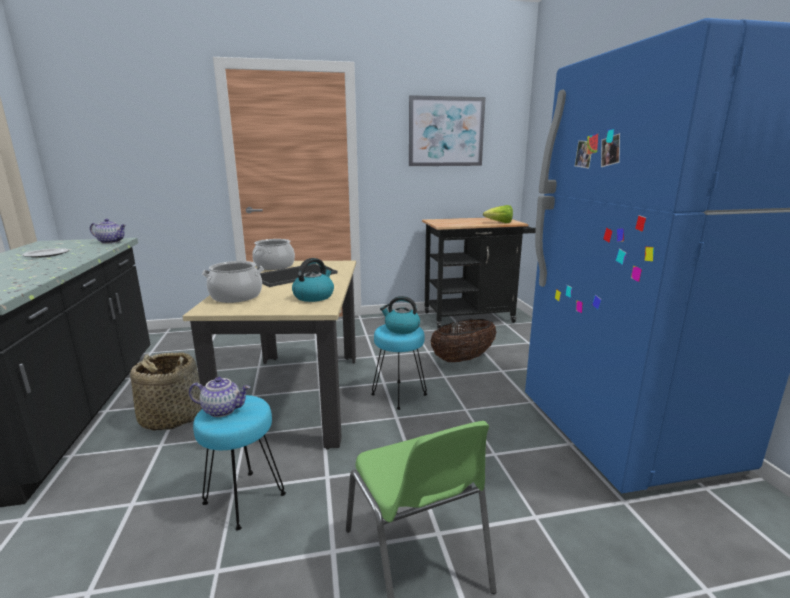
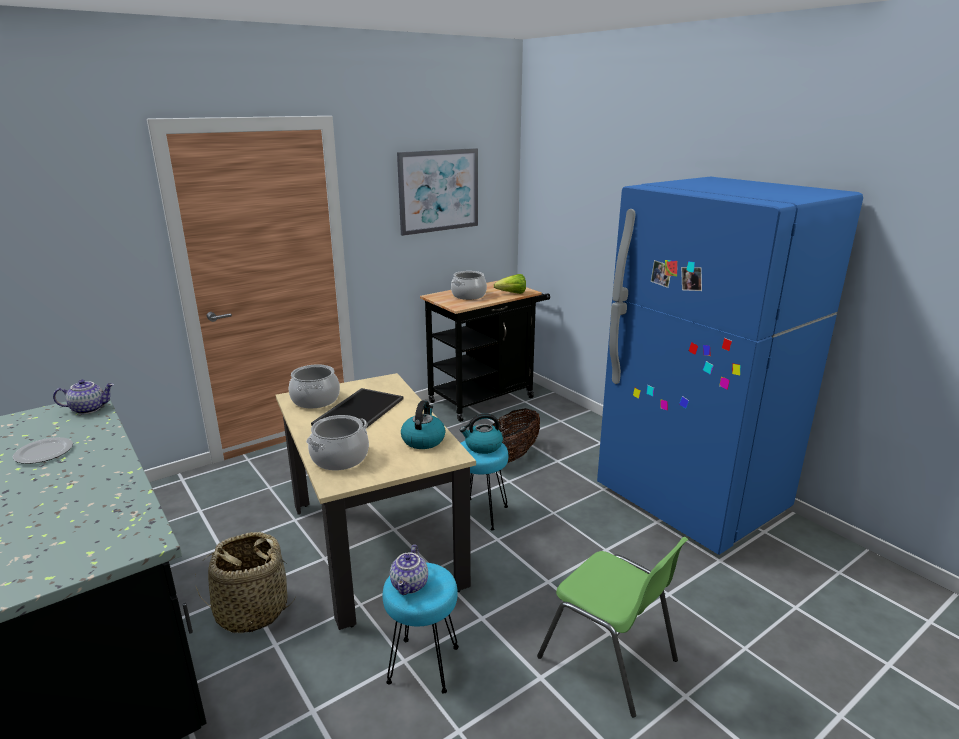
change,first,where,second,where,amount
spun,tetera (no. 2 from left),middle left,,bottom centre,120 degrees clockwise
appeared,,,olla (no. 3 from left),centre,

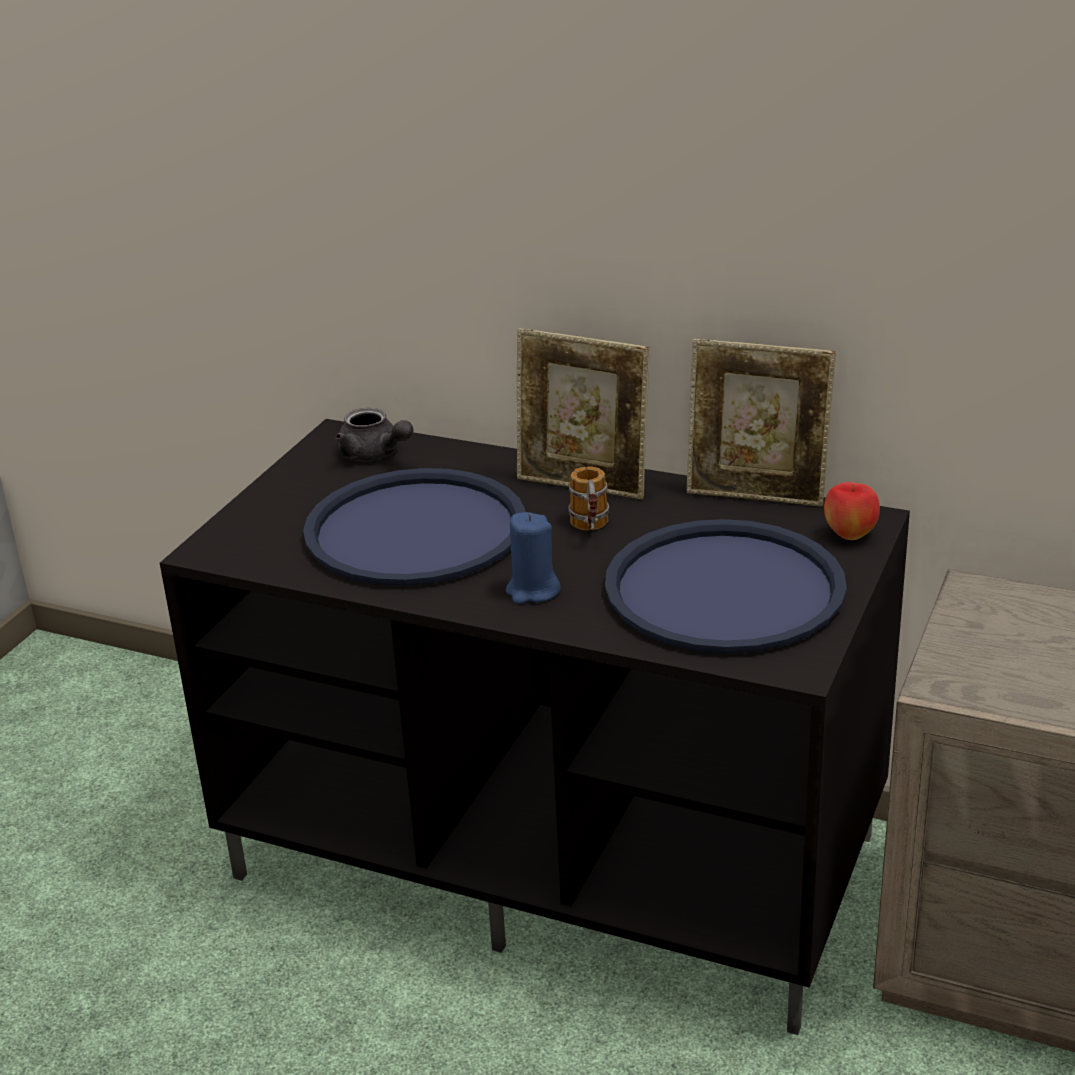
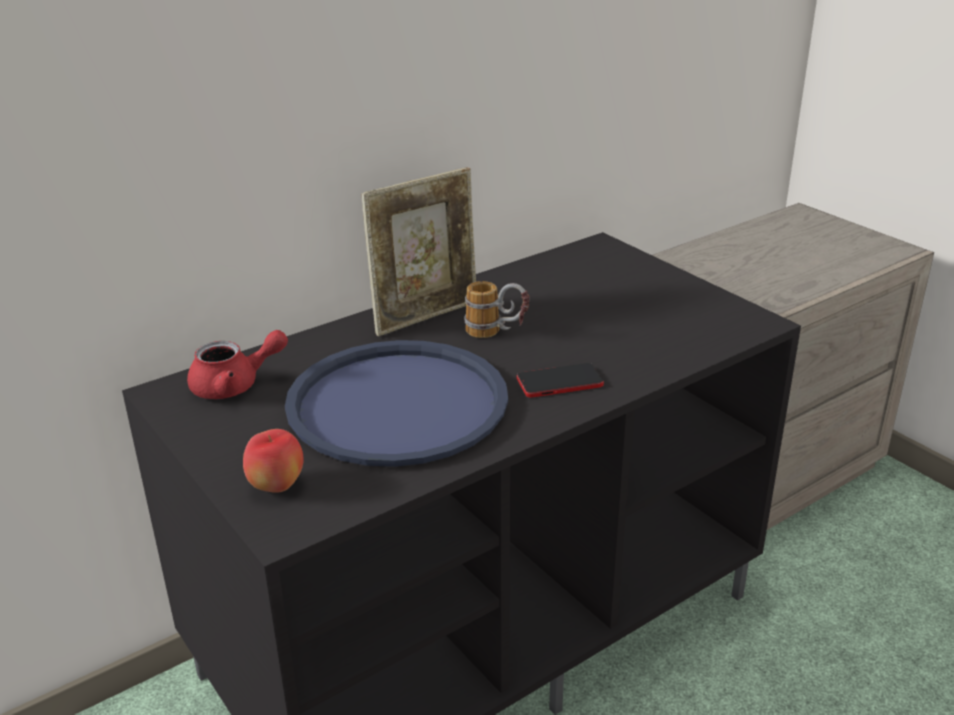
change,first,where,second,where,amount
colour,tetera [gris],centre,tetera [rojo],middle left,
relocated,manzana,middle right,,middle left,
exchanged,vela [azul],centre,móvil,centre,
missing,bandeja [azul] (no. 2 from left),middle right,,,
missing,portarretratos (no. 2 from left),middle right,,,

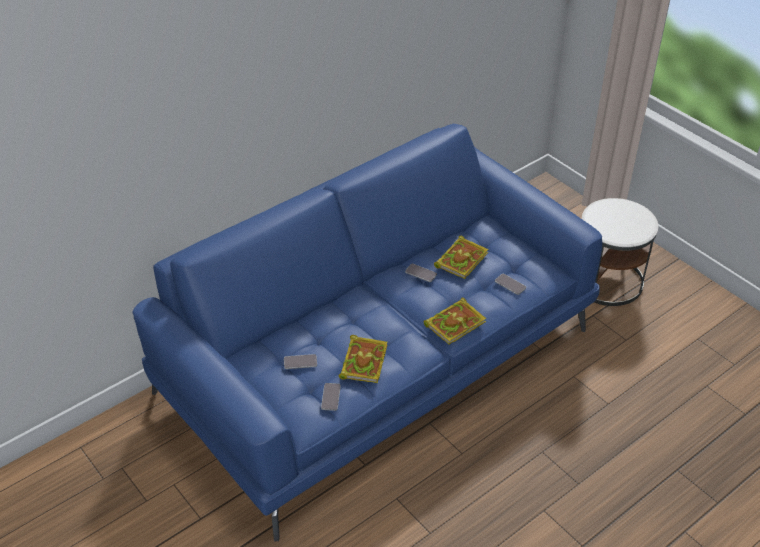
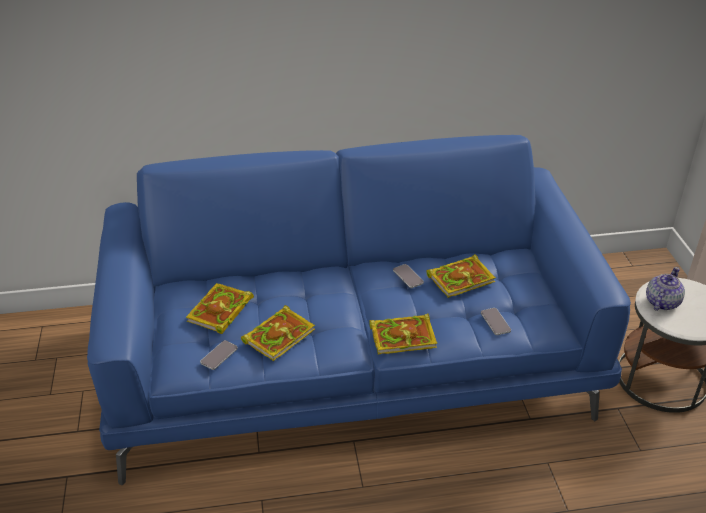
change,first,where,second,where,amount
exchanged,móvil (no. 1 from left),centre,libro (no. 1 from left),middle left,
appeared,,,tetera,middle right,

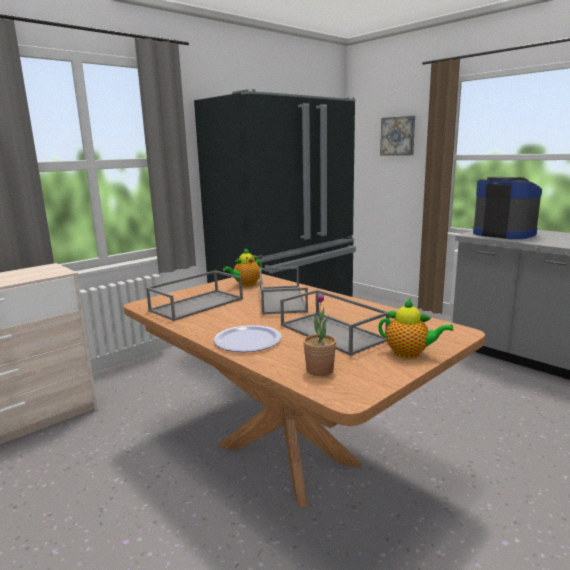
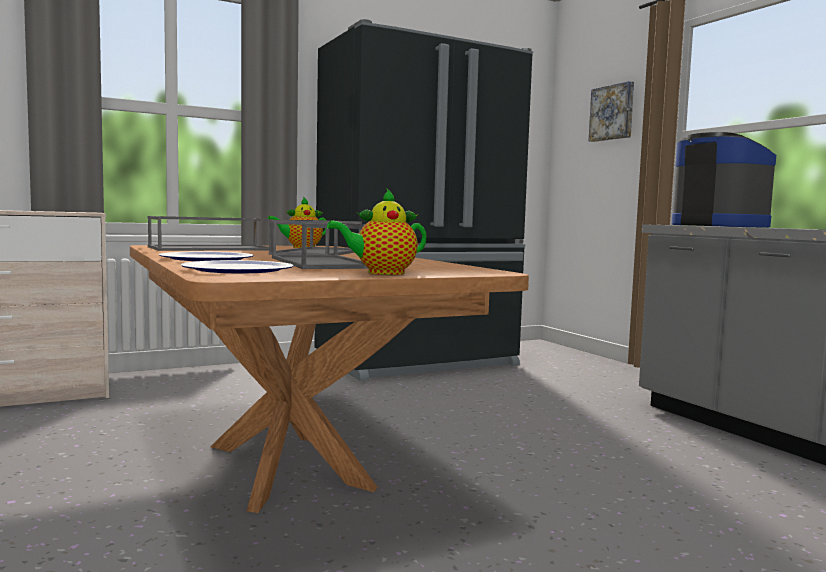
change,first,where,second,where,amount
exchanged,planta en maceta,centre,plato (no. 2 from left),middle left,
spun,tetera (no. 2 from left),middle right,,centre,120 degrees clockwise

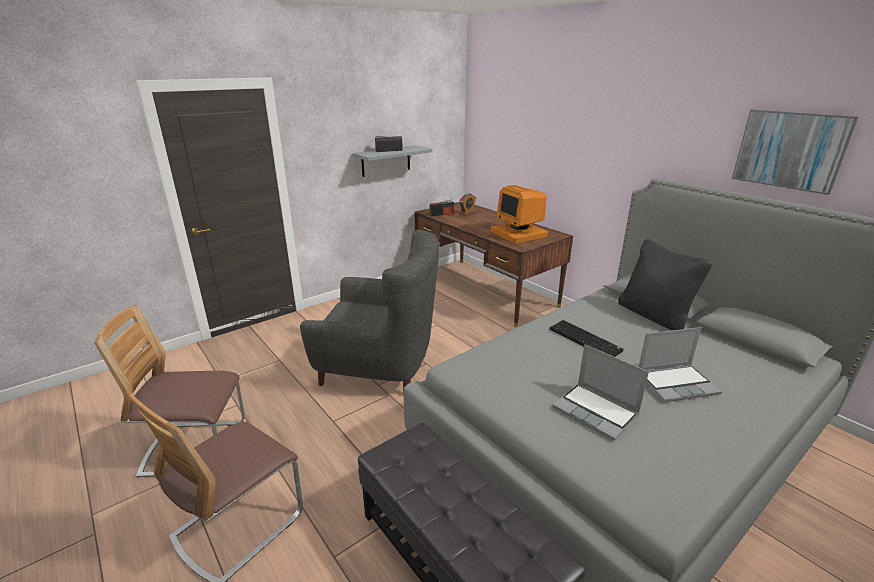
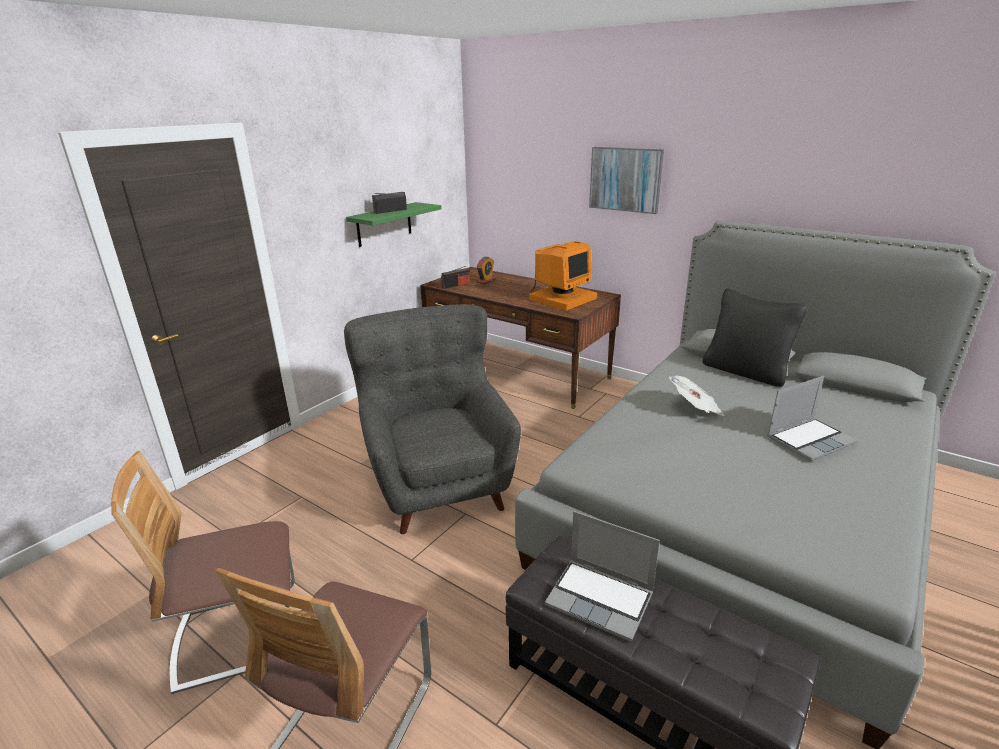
change,first,where,second,where,amount
spun,sillón [gris],centre,,centre,105 degrees counterclockwise
colour,estante [gris],top centre,estante [verde],top centre,
spun,monitor,centre,,centre,90 degrees counterclockwise
relocated,portátil (no. 1 from left),bottom right,,bottom centre,
relocated,cuadro,top right,,top centre,
exchanged,teclado,middle right,periódico,middle right,

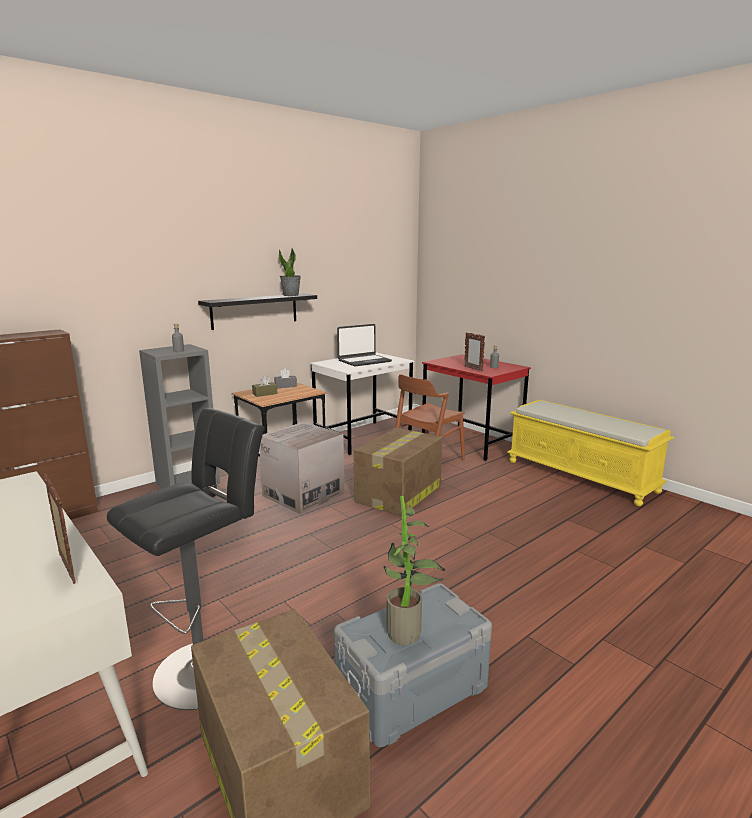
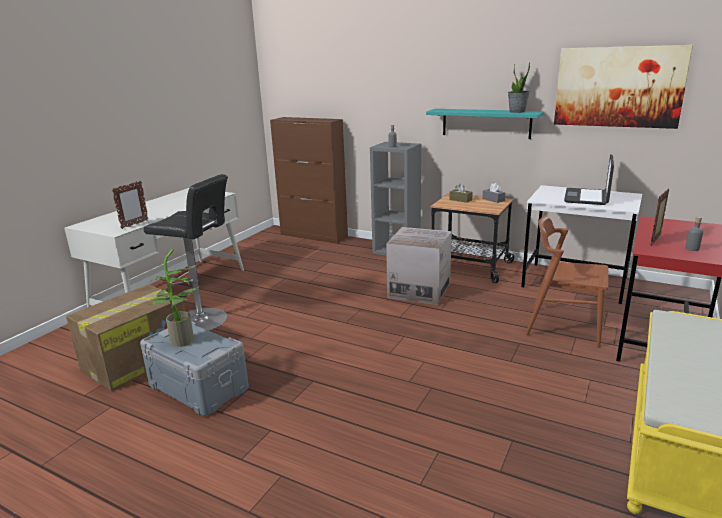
change,first,where,second,where,amount
colour,estante [negro],centre,estante [turquesa],top right,
appeared,,,cuadro,top right,
spun,portátil,centre,,middle right,75 degrees clockwise
missing,caja de cartón (no. 3 from left),centre,,,

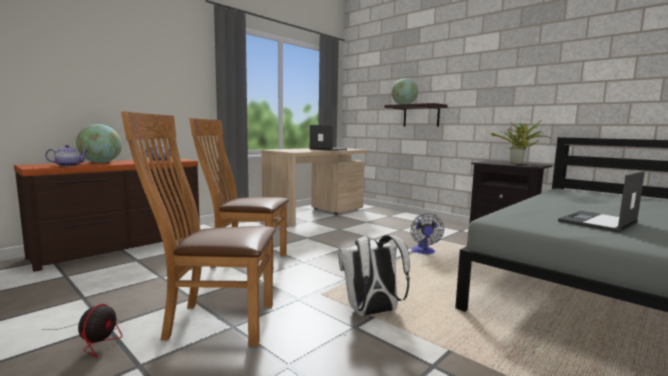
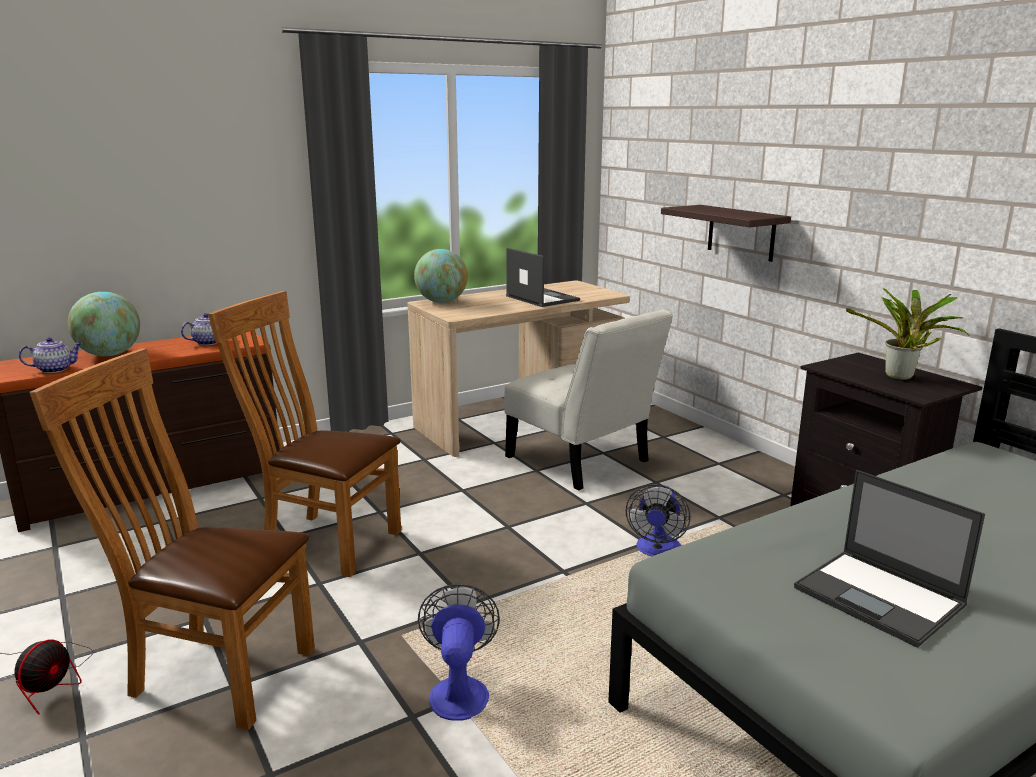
change,first,where,second,where,amount
relocated,globo terráqueo (no. 2 from left),top centre,,centre,
exchanged,mochila [blanco],bottom centre,ventilador (no. 2 from left),bottom centre,
appeared,,,silla [blanco],centre,
spun,portátil (no. 2 from left),middle right,,bottom right,105 degrees counterclockwise

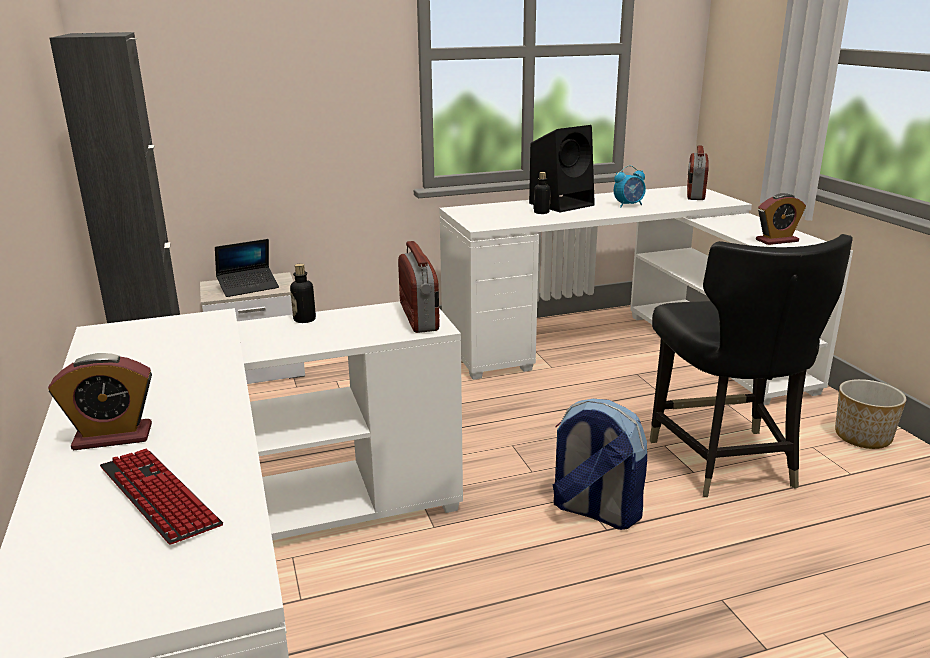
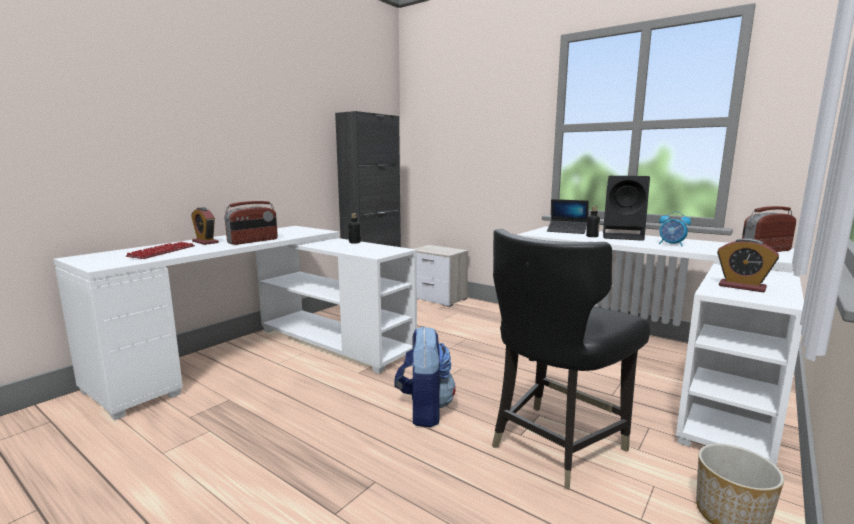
change,first,where,second,where,amount
relocated,radio (no. 1 from left),centre,,middle left,
relocated,portátil,middle left,,centre,

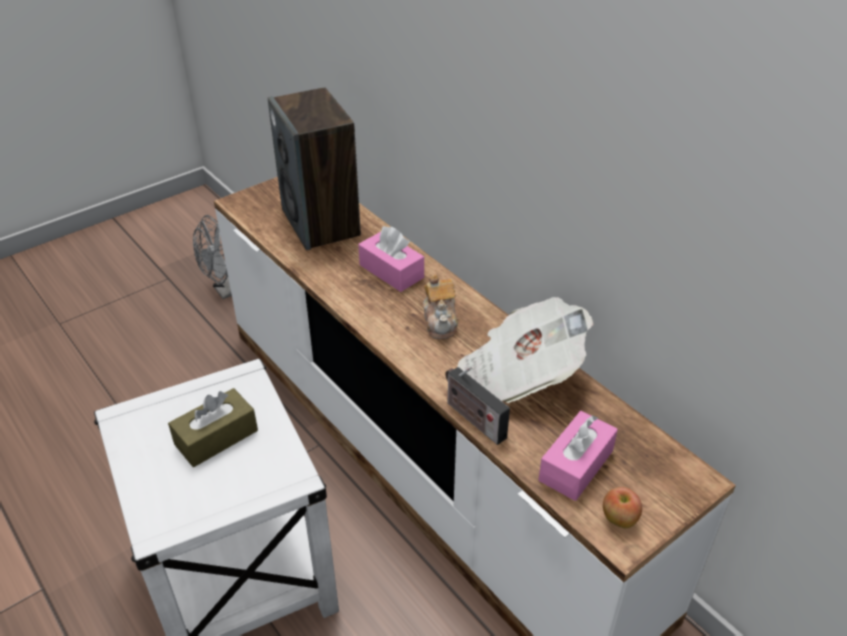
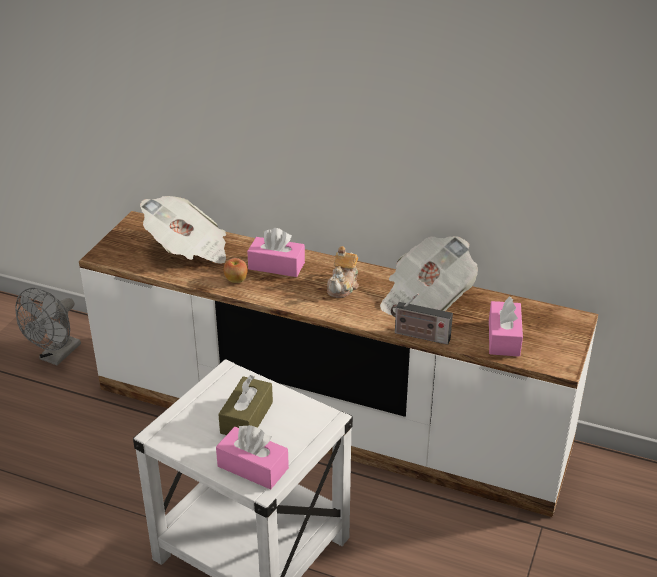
change,first,where,second,where,amount
exchanged,altavoz,top centre,periódico (no. 1 from left),middle left,
appeared,,,caja de pañuelos [rosa] (no. 1 from left),bottom centre,
relocated,manzana,bottom right,,centre,
spun,tetera,centre,,centre,60 degrees clockwise

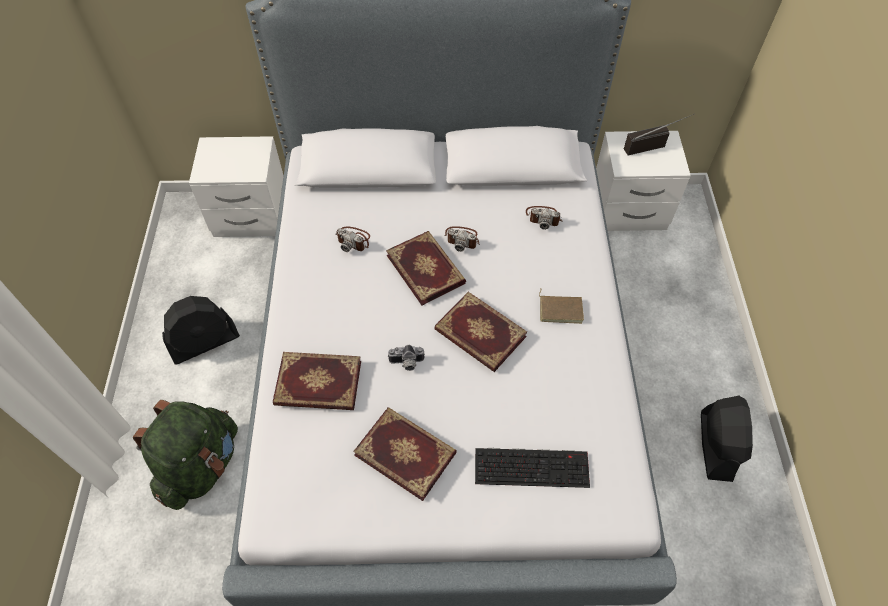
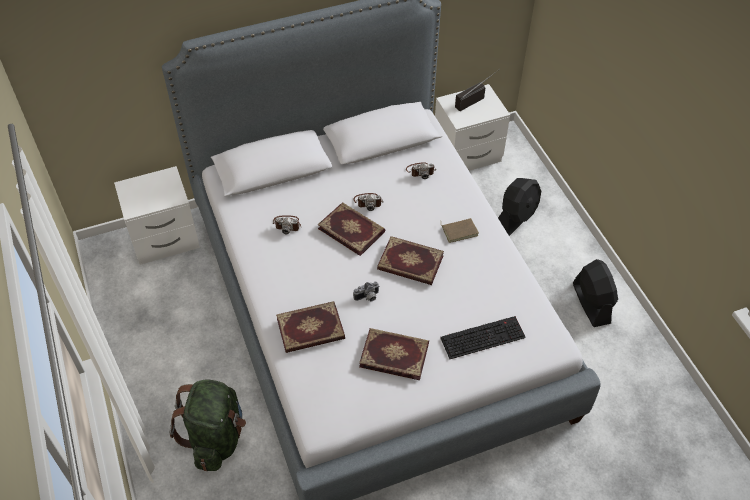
change,first,where,second,where,amount
relocated,ventilador [negro] (no. 1 from left),middle left,,middle right,

